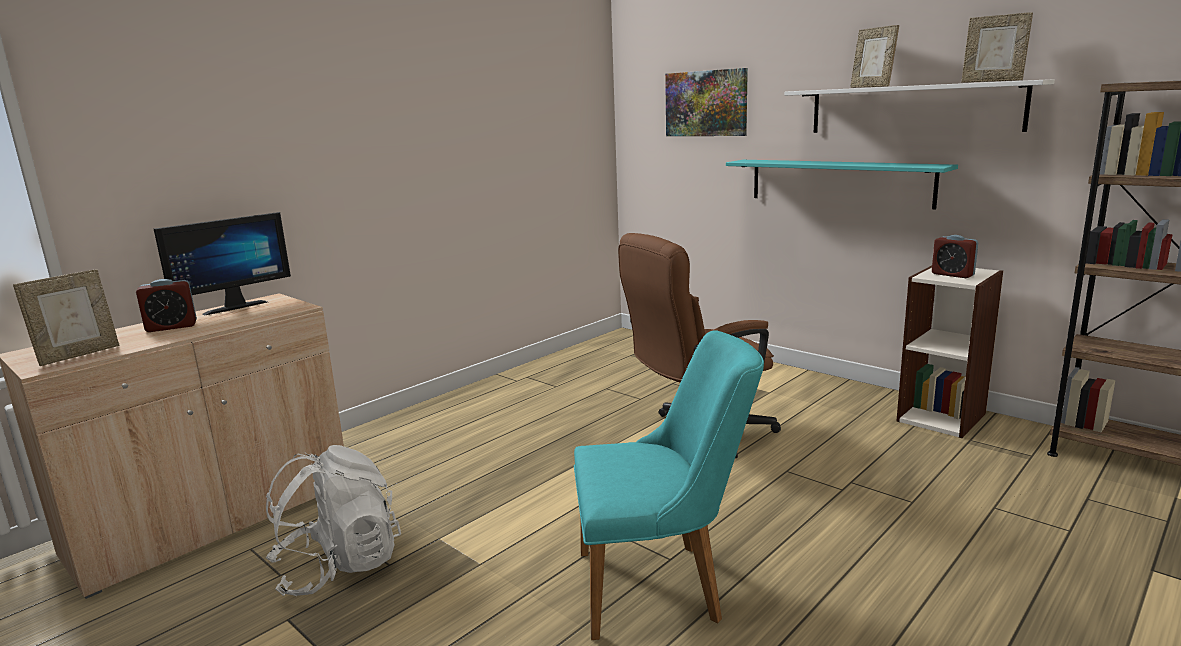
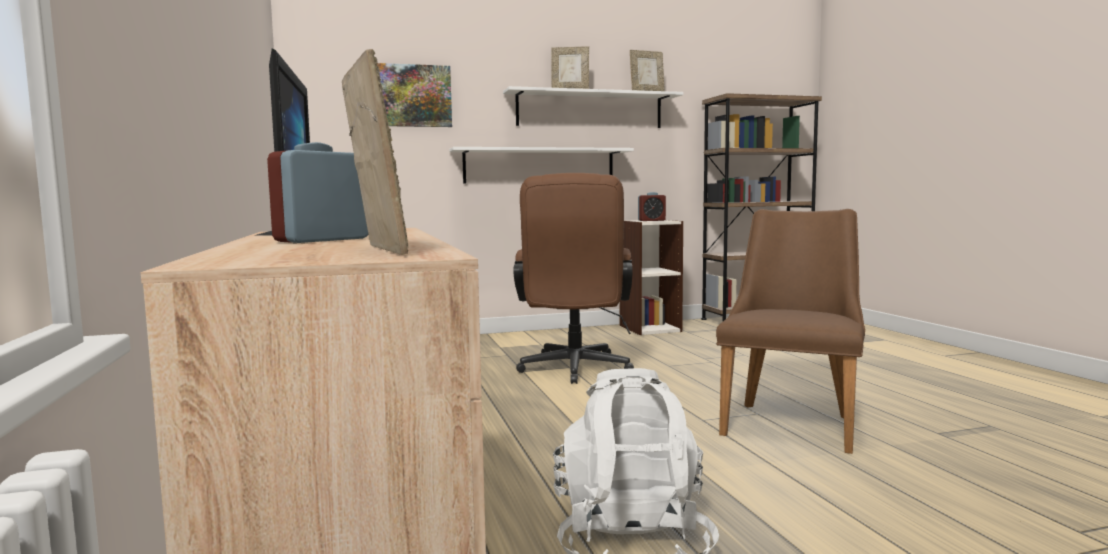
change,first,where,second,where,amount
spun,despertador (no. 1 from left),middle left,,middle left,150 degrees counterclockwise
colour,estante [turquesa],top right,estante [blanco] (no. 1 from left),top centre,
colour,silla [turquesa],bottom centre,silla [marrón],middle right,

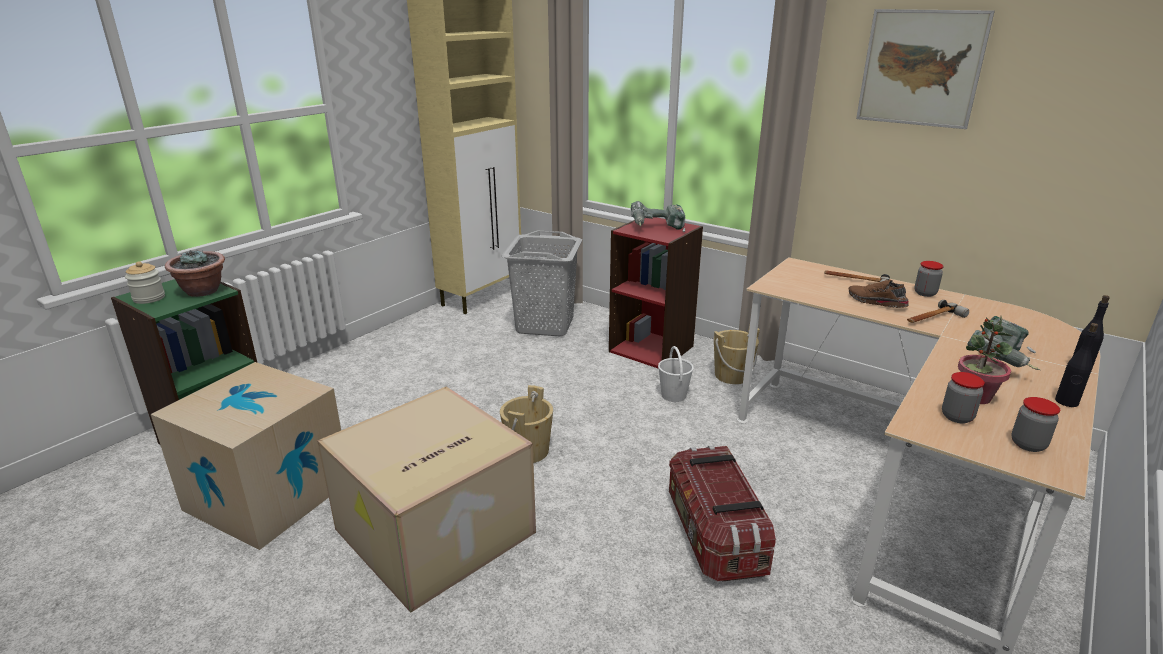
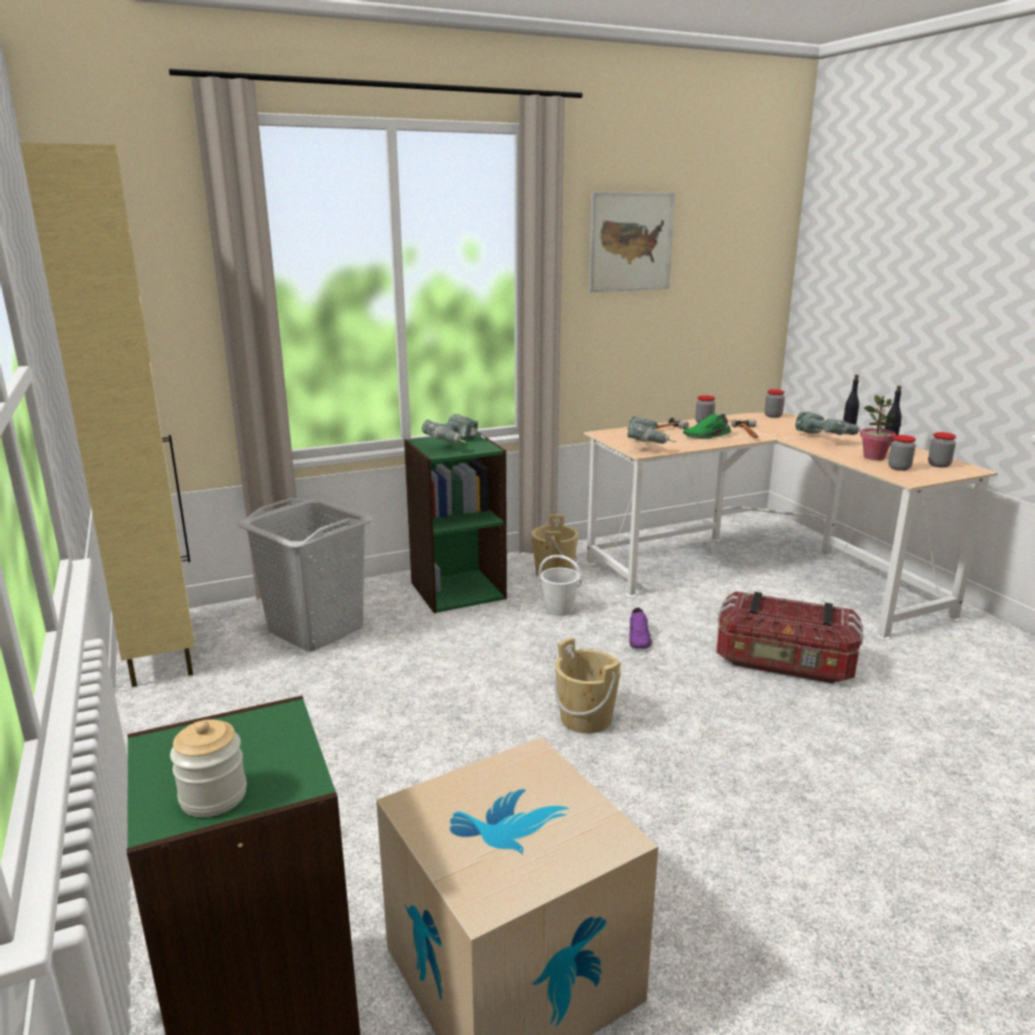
change,first,where,second,where,amount
colour,estantería [rojo],centre,estantería [verde] (no. 2 from left),centre,
appeared,,,taladro (no. 2 from left),centre,
appeared,,,zapato [morado],centre,
colour,zapato [marrón],middle right,zapato [verde],middle right,
appeared,,,tarro (no. 3 from left),middle right,
missing,planta en maceta (no. 1 from left),middle left,,,
missing,caja de cartón (no. 2 from left),bottom centre,,,

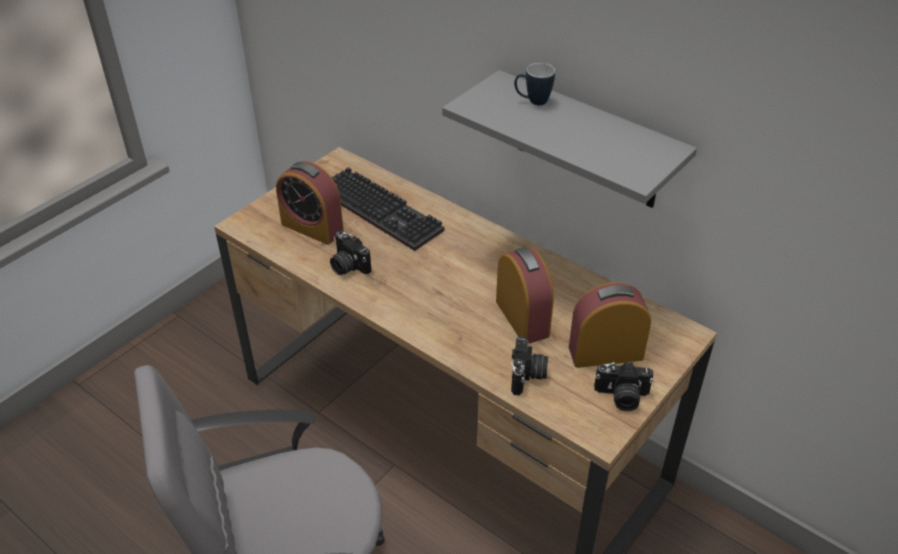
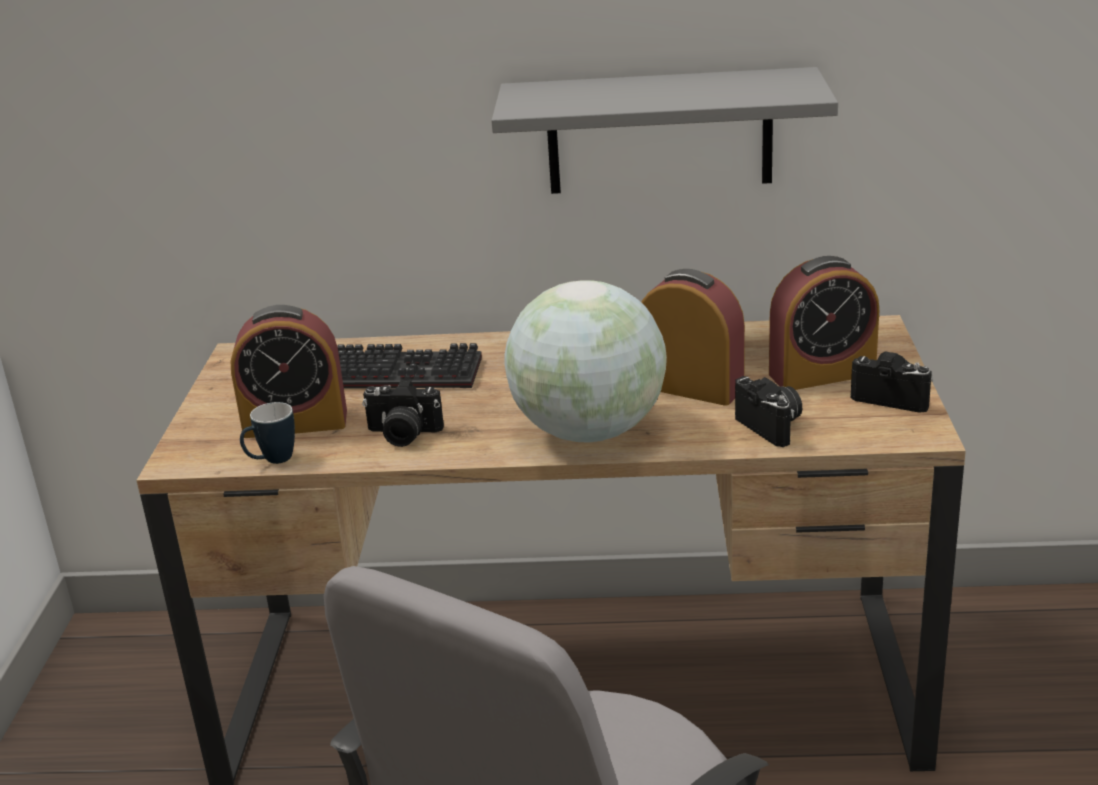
change,first,where,second,where,amount
relocated,taza grande,top centre,,middle left,
appeared,,,globo terráqueo,centre,
spun,despertador (no. 3 from left),middle right,,middle right,150 degrees counterclockwise
spun,cámara (no. 3 from left),bottom right,,middle right,120 degrees counterclockwise

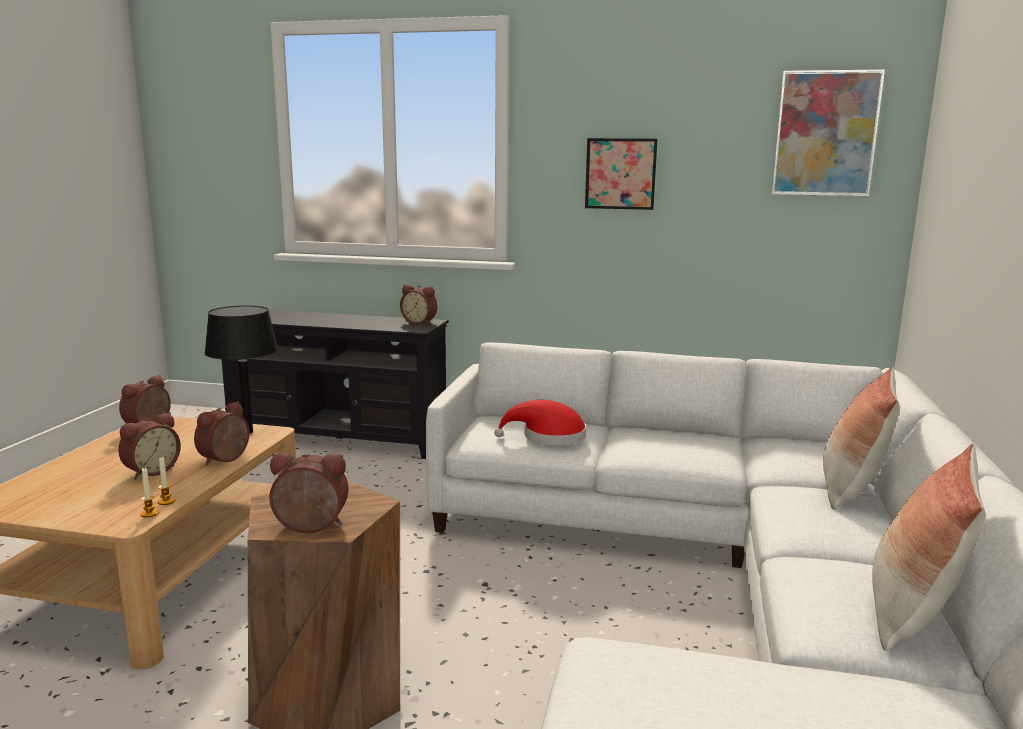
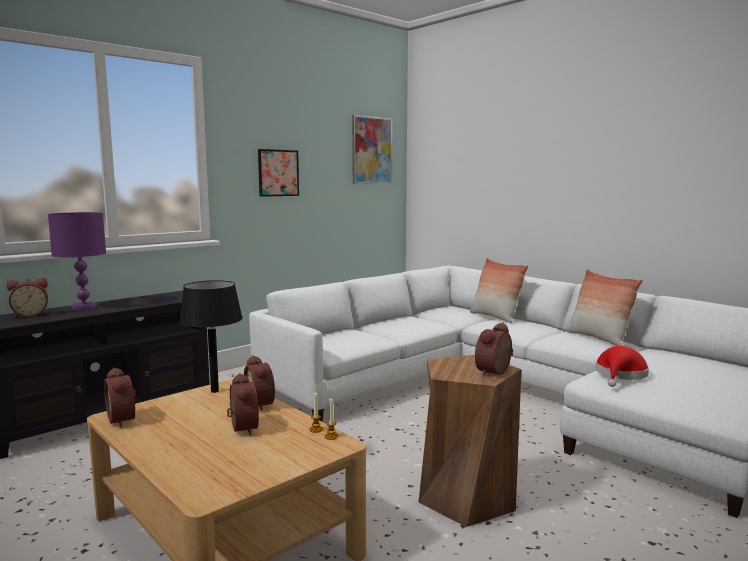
change,first,where,second,where,amount
relocated,despertador (no. 5 from left in the first image),centre,despertador (no. 1 from left),middle left,
appeared,,,lámpara de mesa [morado],middle left,
relocated,sombrero [rojo],centre,,middle right,

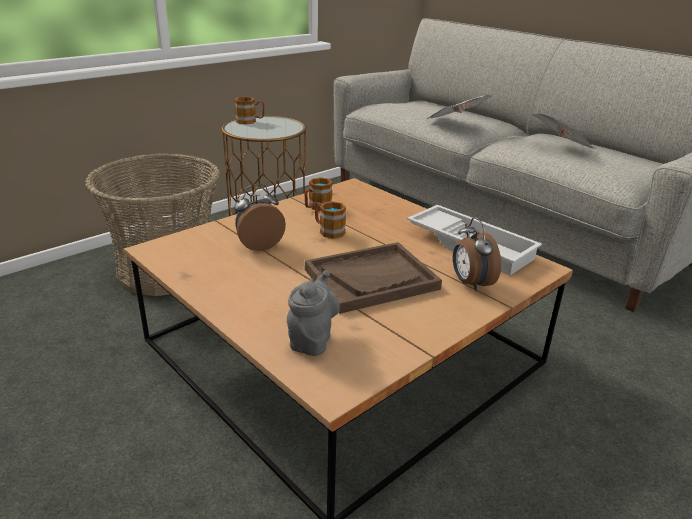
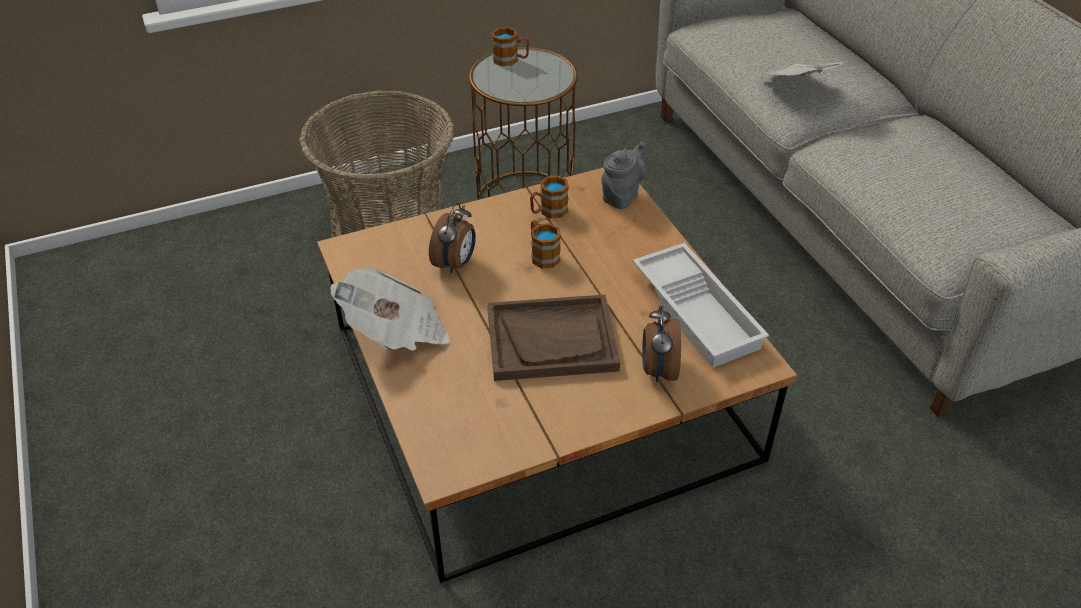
change,first,where,second,where,amount
relocated,periódico (no. 2 from left in the first image),top right,periódico (no. 1 from left),centre,
spun,despertador (no. 1 from left),centre,,centre,120 degrees clockwise
relocated,tetera [gris],centre,,top centre,

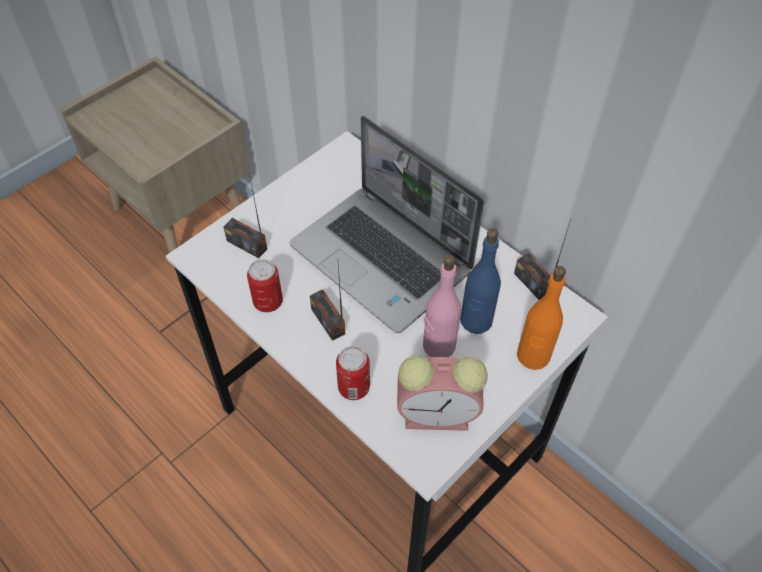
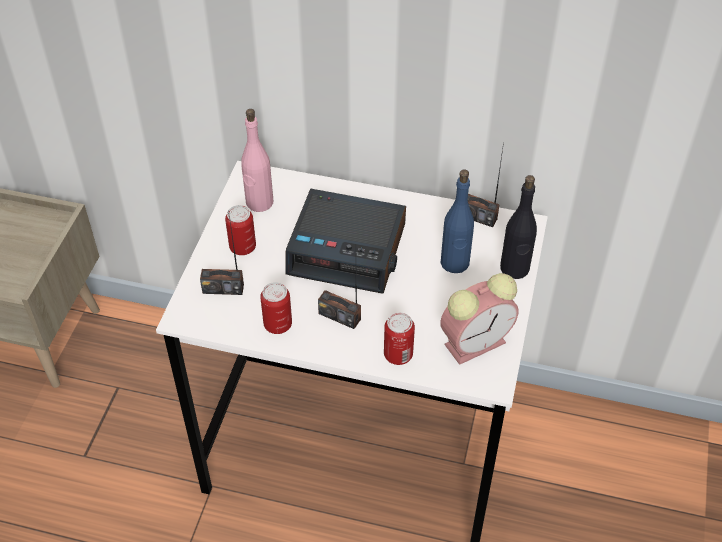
change,first,where,second,where,amount
appeared,,,lata (no. 1 from left),middle left,
relocated,botella [rosa],centre,,top centre,
exchanged,portátil,centre,despertador (no. 1 from left),centre,
colour,botella [naranja],middle right,botella [negro],middle right,

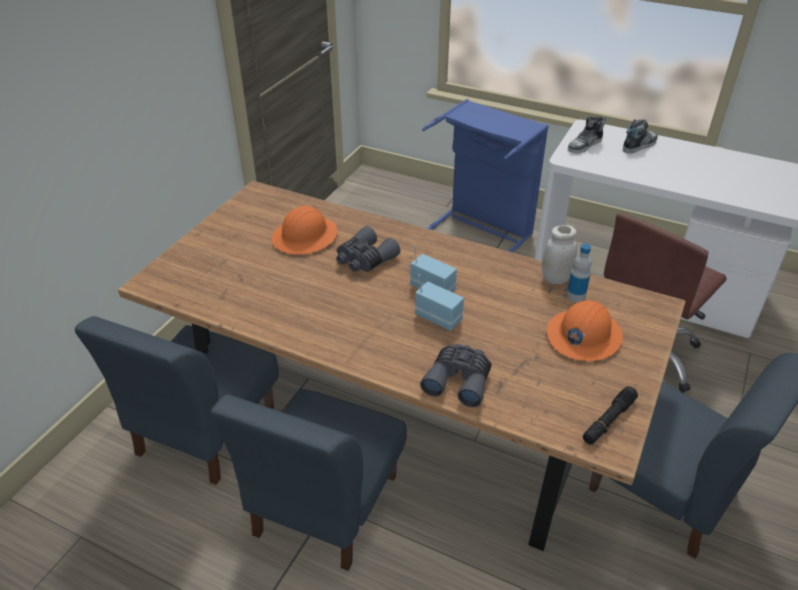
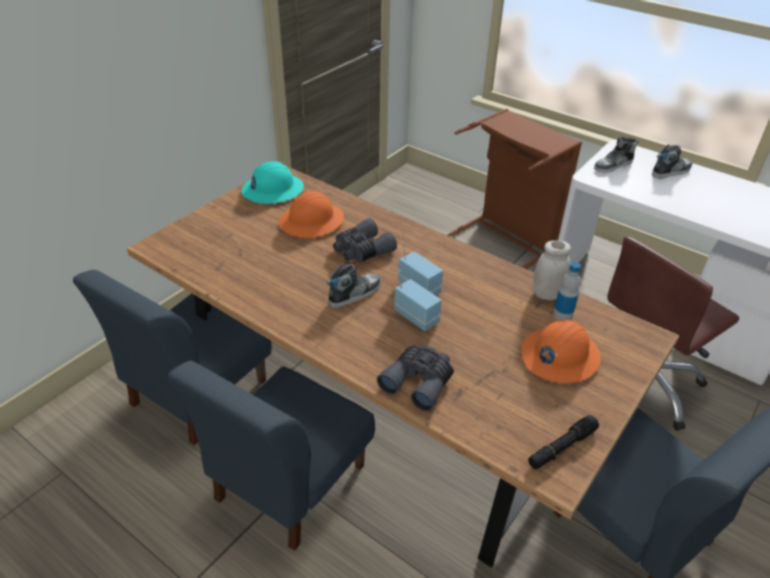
change,first,where,second,where,amount
appeared,,,casco [turquesa],top centre,
appeared,,,zapato (no. 1 from left),centre,
colour,cesto de la ropa [azul],top centre,cesto de la ropa [marrón],top right,

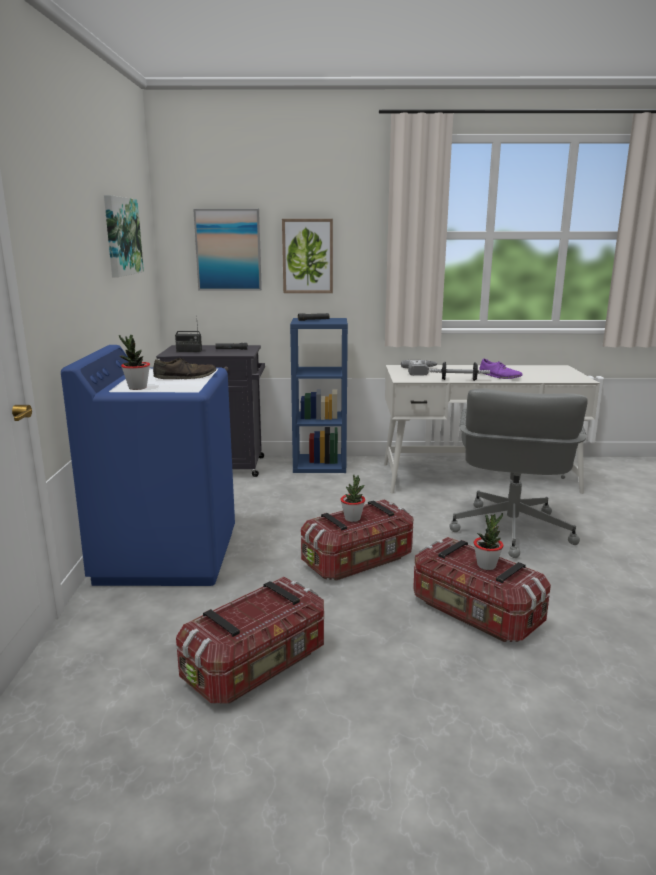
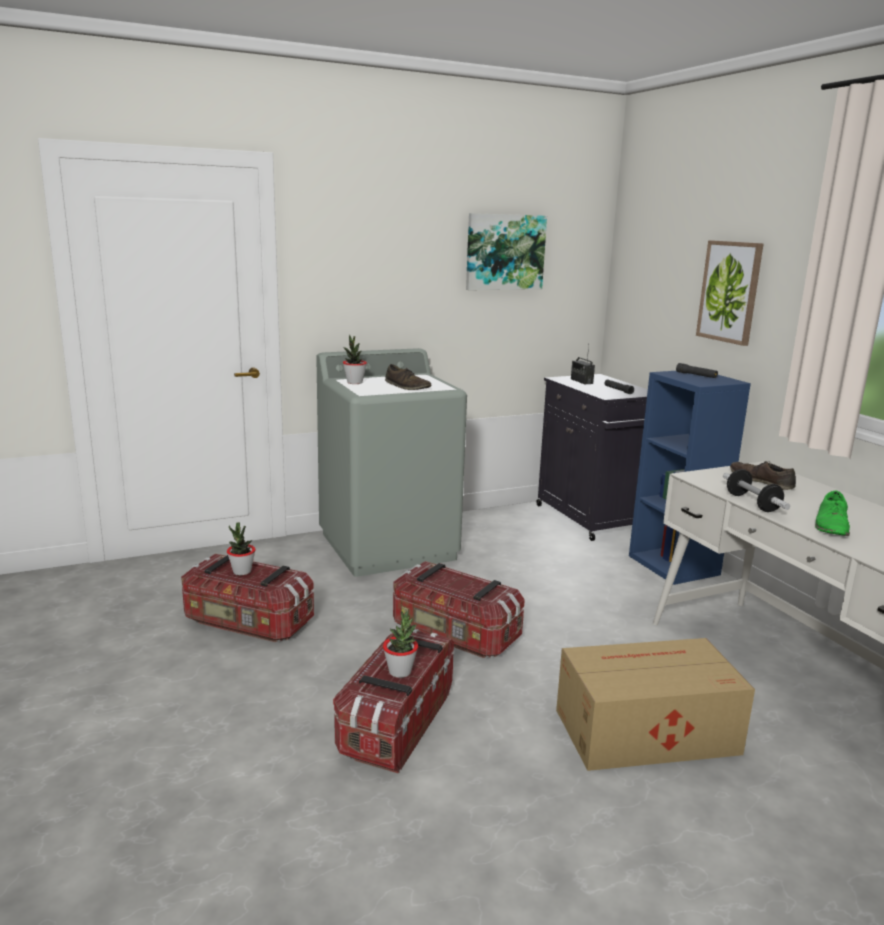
change,first,where,second,where,amount
relocated,planta en maceta (no. 2 from left in the first image),centre,planta en maceta (no. 1 from left),middle left,
colour,lavadora [azul],middle left,lavadora [gris],centre,
exchanged,silla de oficina [gris],middle right,caja de cartón,bottom right,
exchanged,taladro,centre,zapato [marrón] (no. 2 from left),middle right,
colour,zapato [morado],middle right,zapato [verde],middle right,
missing,cuadro (no. 2 from left),top centre,,,

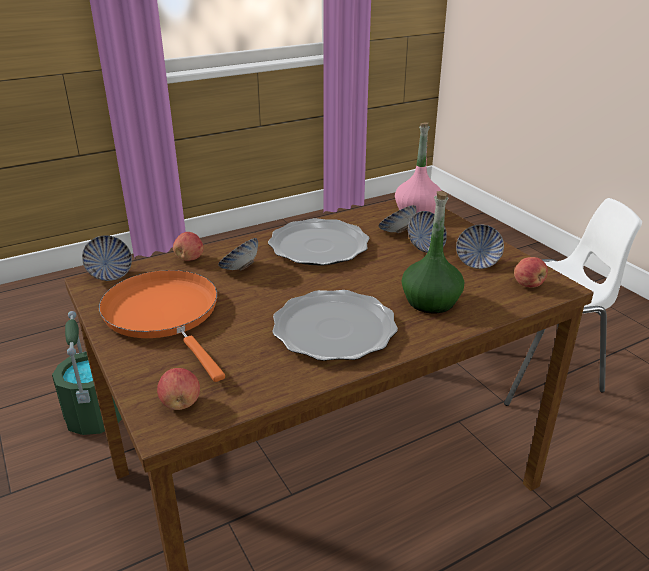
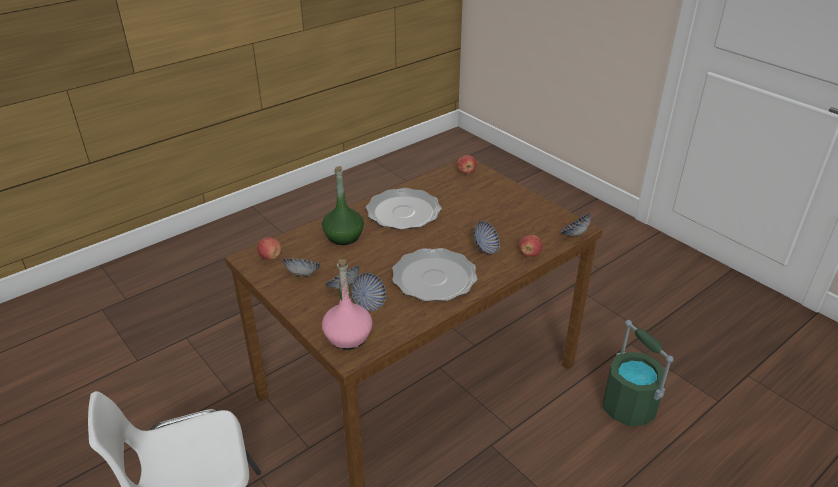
change,first,where,second,where,amount
missing,sartén [naranja],middle left,,,

